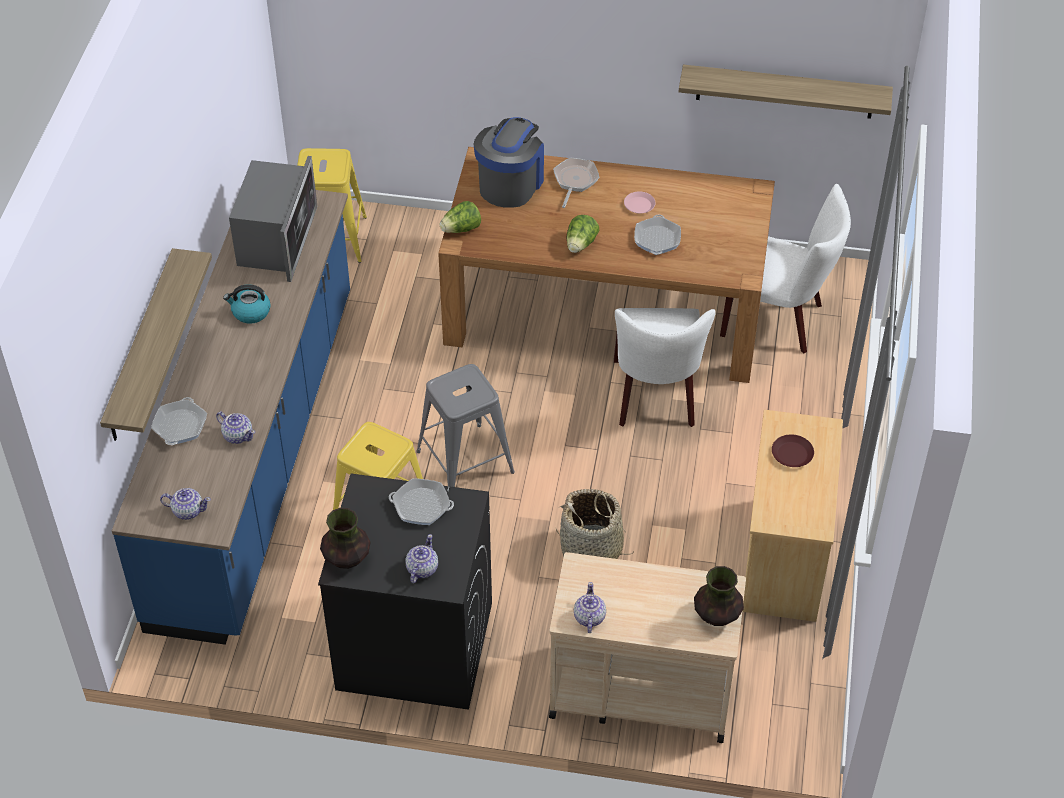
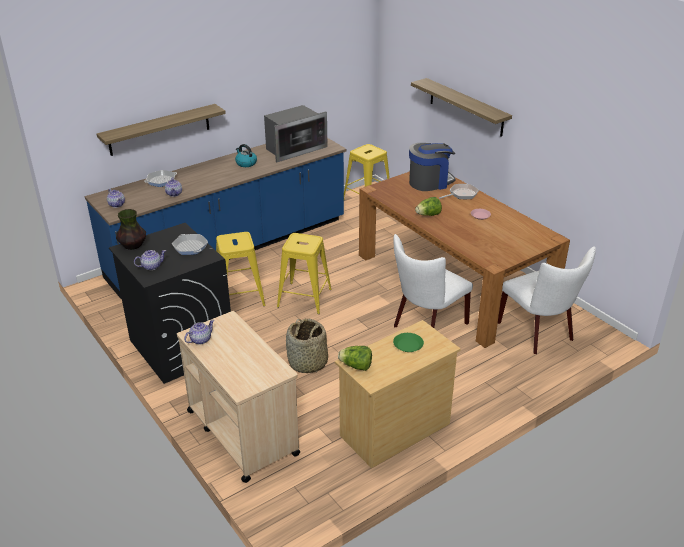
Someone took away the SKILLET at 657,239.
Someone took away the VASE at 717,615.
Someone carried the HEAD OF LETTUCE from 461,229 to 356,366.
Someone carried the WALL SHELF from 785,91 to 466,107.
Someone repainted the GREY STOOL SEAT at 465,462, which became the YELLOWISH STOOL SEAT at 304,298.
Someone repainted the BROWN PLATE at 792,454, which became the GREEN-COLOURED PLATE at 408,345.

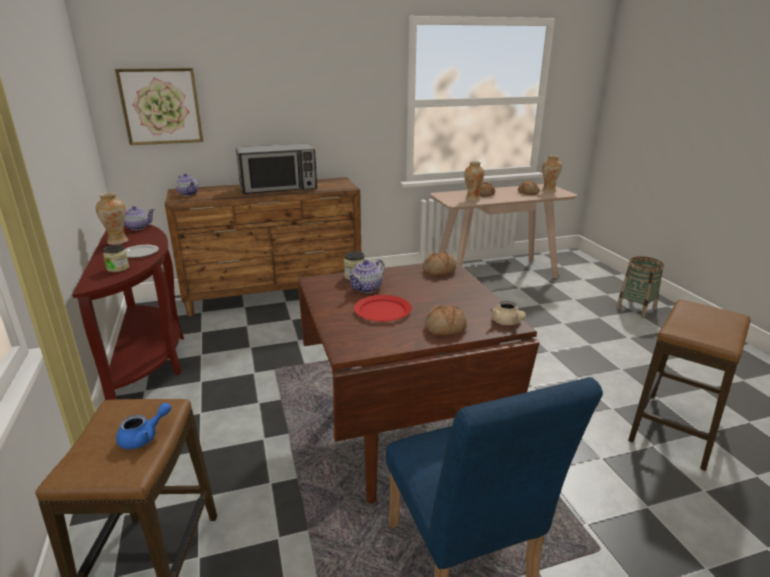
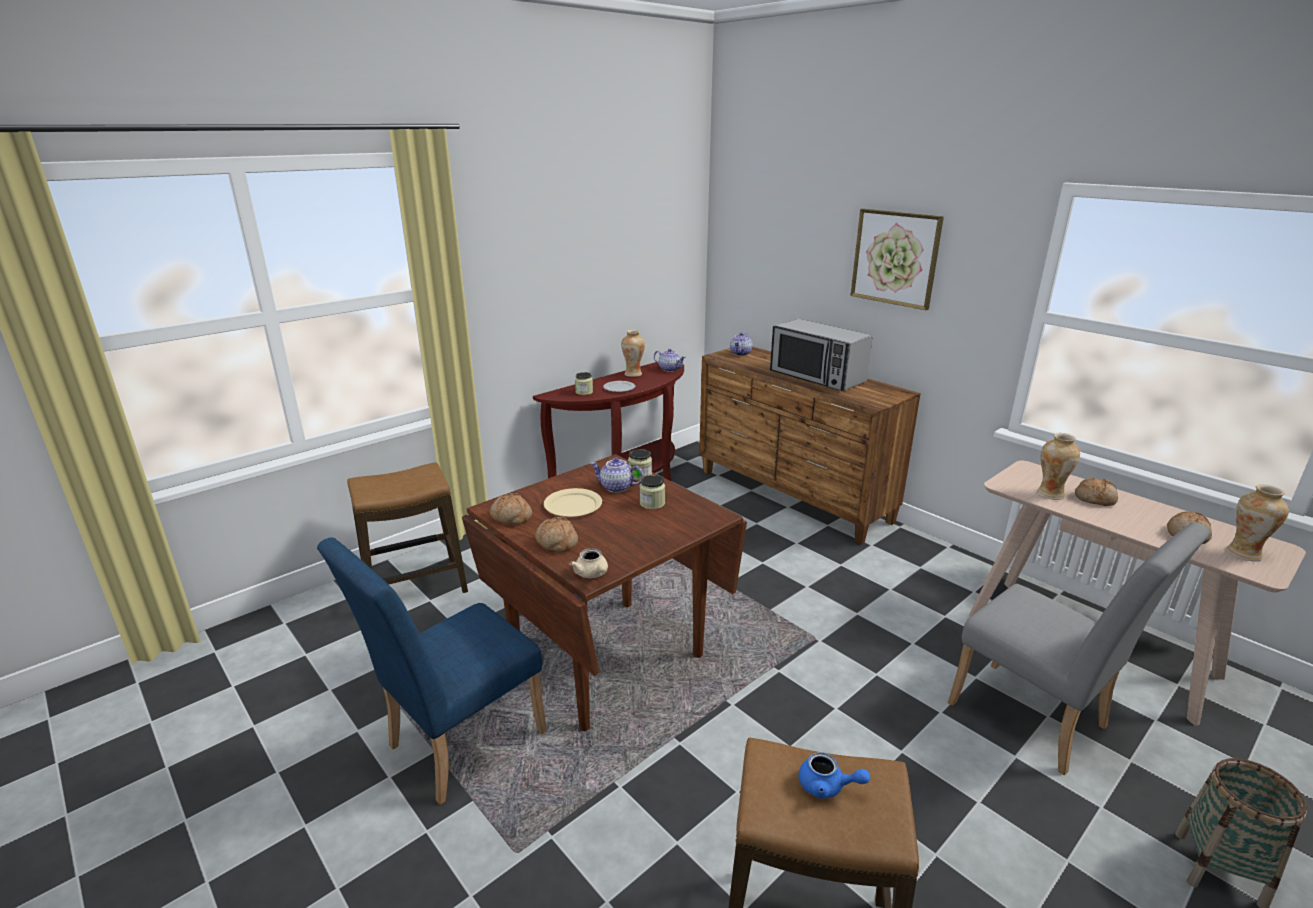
Someone put down the STORAGE JAR at 652,503.
Someone put down the GREY UPRIGHT CHAIR at 1037,722.
Someone carried the WALL ART from 161,106 to 895,258.
Someone carried the BLUE POT FOR TEA from 144,437 to 827,786.
Someone carried the BREAD from 439,271 to 511,517.
Someone repainted the RED-COLOURED PLATE at 382,311, which became the BEIGE PLATE at 573,505.
Someone rotated the BEIGE POT FOR TEA at 507,323 by 75 degrees counterclockwise.

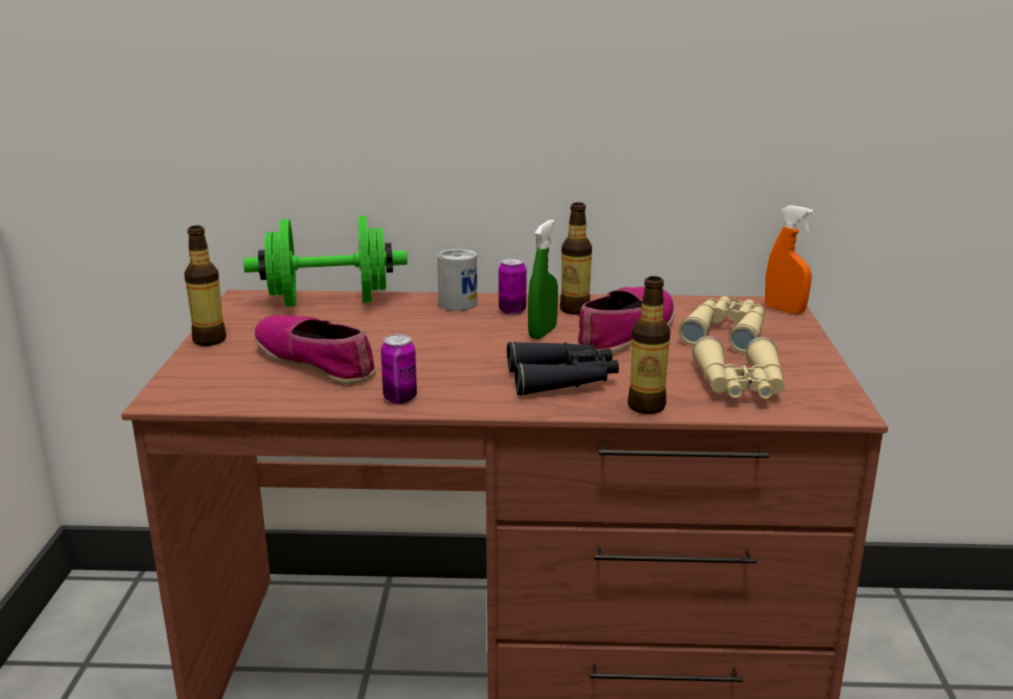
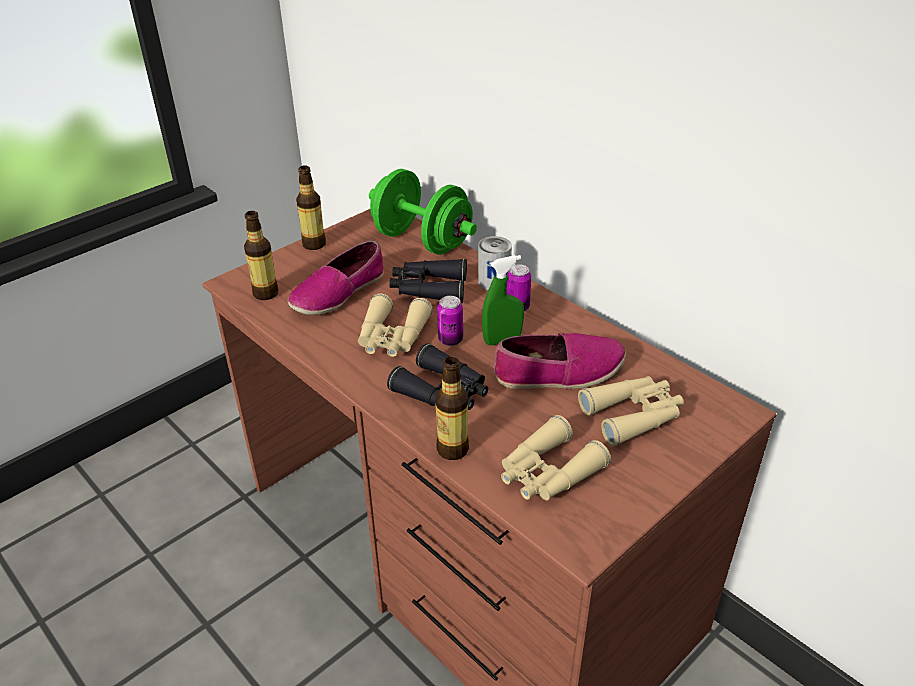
Someone took away the ORANGE HAND SPRAYER at 784,310.
Someone put down the BEIGE BINOCULARS at 392,337.
Someone put down the BLACKISH BINOCULARS at 428,289.
Someone carried the CAN from 400,398 to 450,340.
Someone carried the BOTTLE from 575,309 to 265,293.
Someone rotated the SHOE at 316,361 by 135 degrees counterclockwise.

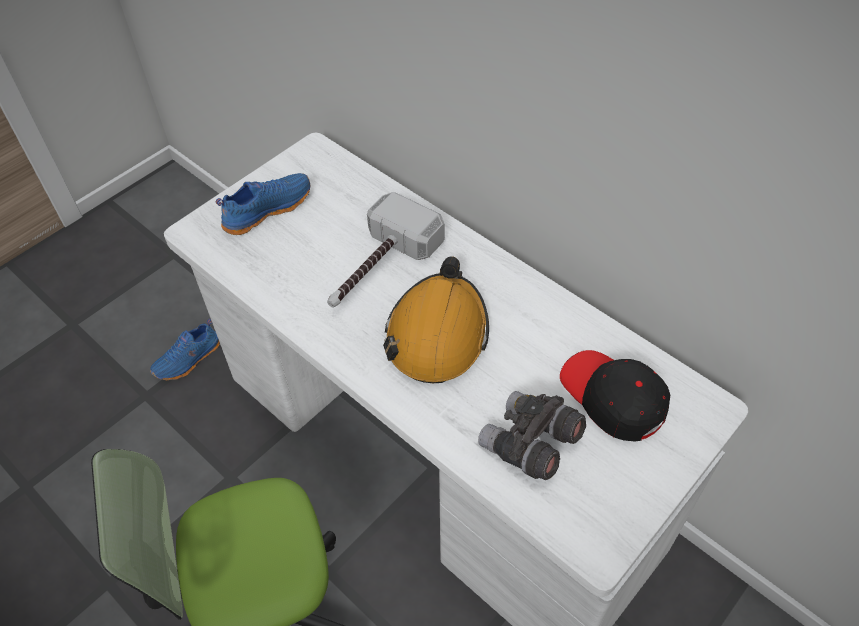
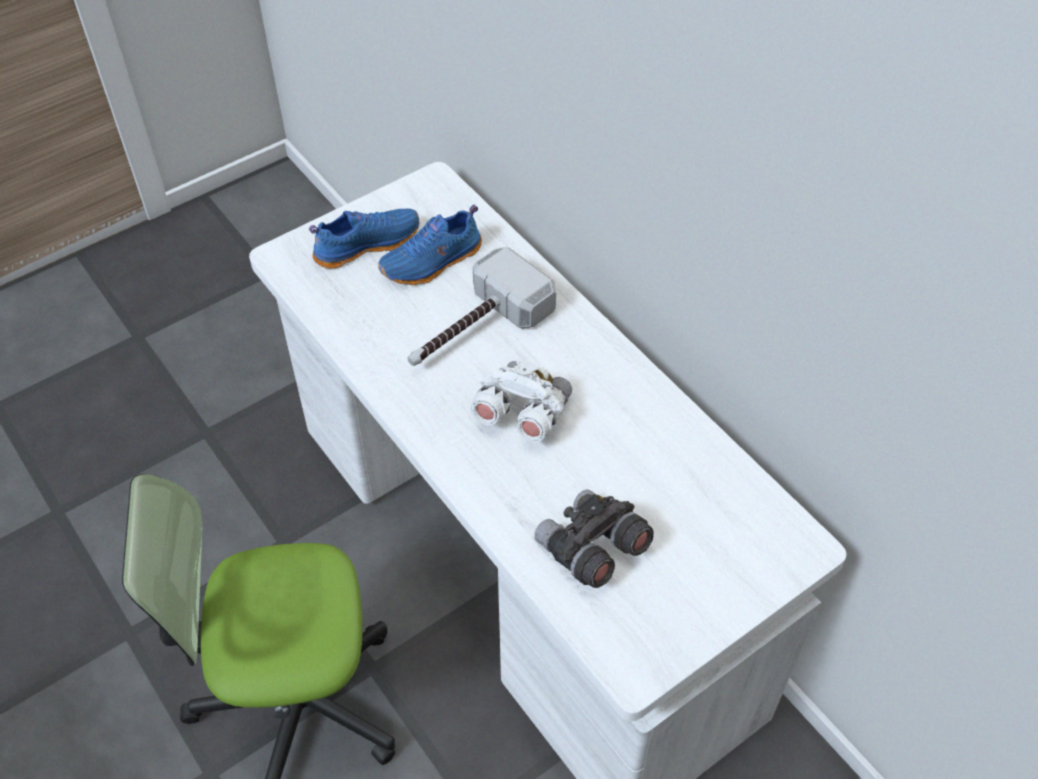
Someone took away the BLACKISH BASEBALL CAP at 612,397.
Someone carried the BLUE SHOE from 189,360 to 432,263.
Someone swapped the ORANGE HARD HAT at 437,334 for the WHITE BINOCULARS at 521,414.

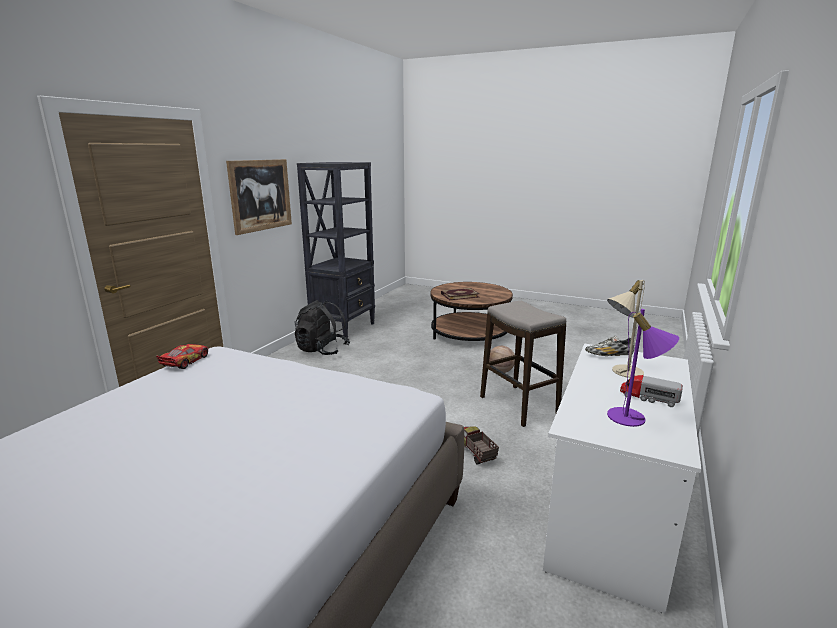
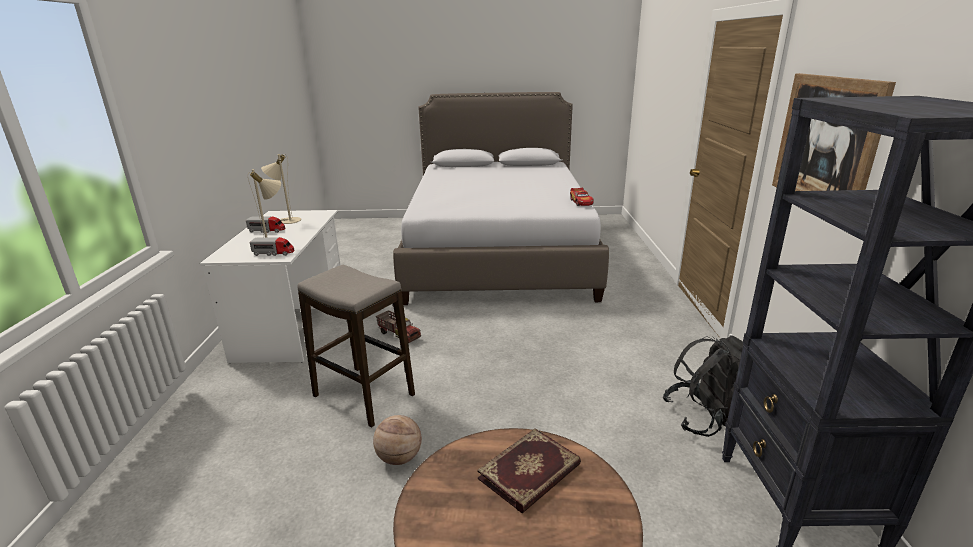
Someone swapped the SHOE at 608,355 for the MODEL TRUCK at 274,253.
Someone repainted the PURPLISH TABLE LAMP at 633,419, which became the BEIGE TABLE LAMP at 286,220.

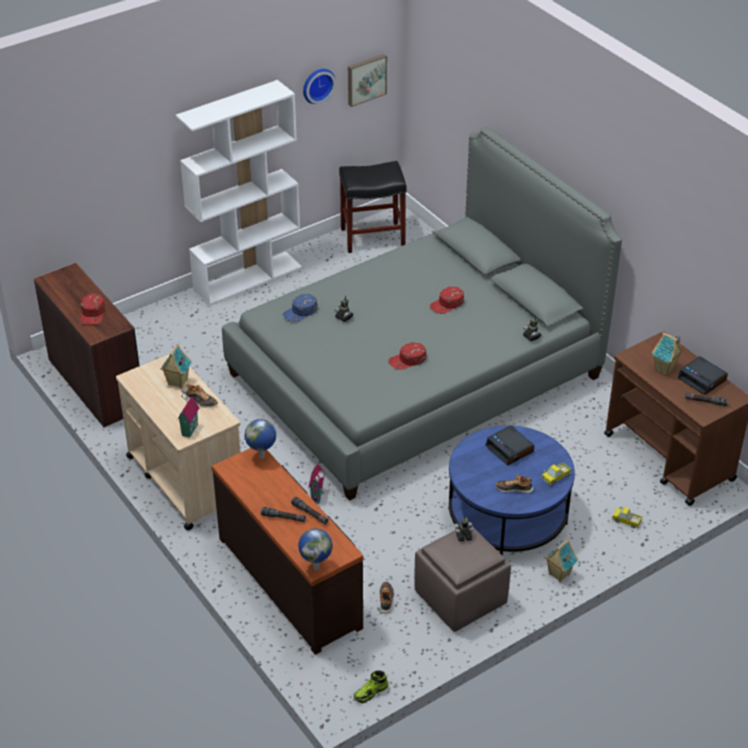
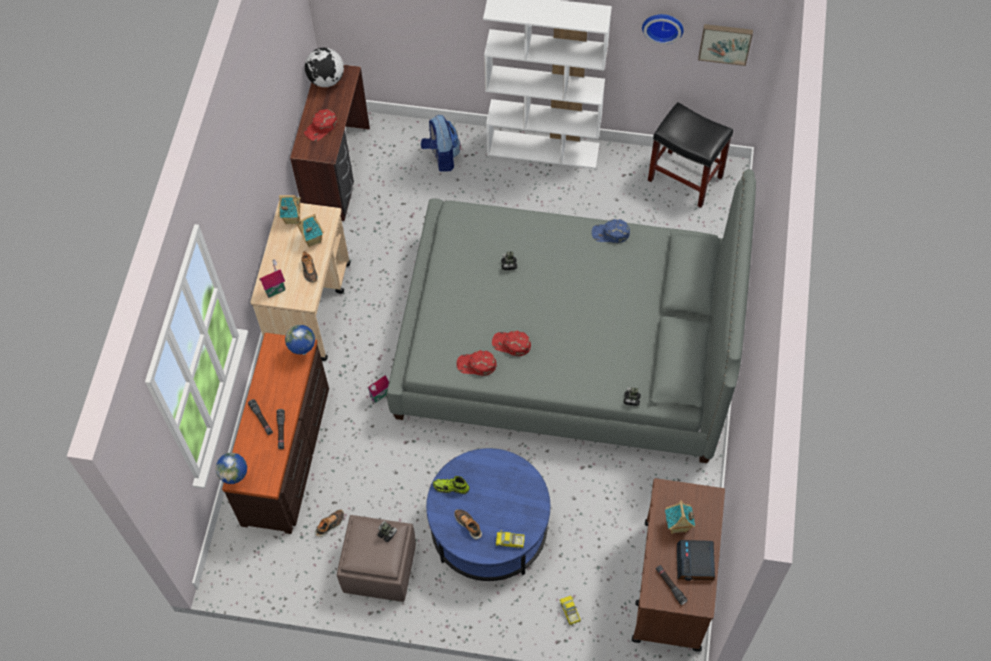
Someone took away the TABLE CLOCK at 510,449.
Someone put down the GLOBE at 326,80.
Someone put down the BACKPACK at 441,156.
Someone carried the BLUE BASEBALL CAP from 300,312 to 610,234.
Someone carried the SHOE from 371,692 to 451,487.
Someone carried the RED-COLOURED BASEBALL CAP from 447,304 to 476,365.
Someone carried the TOY HOUSE from 558,574 to 292,218.

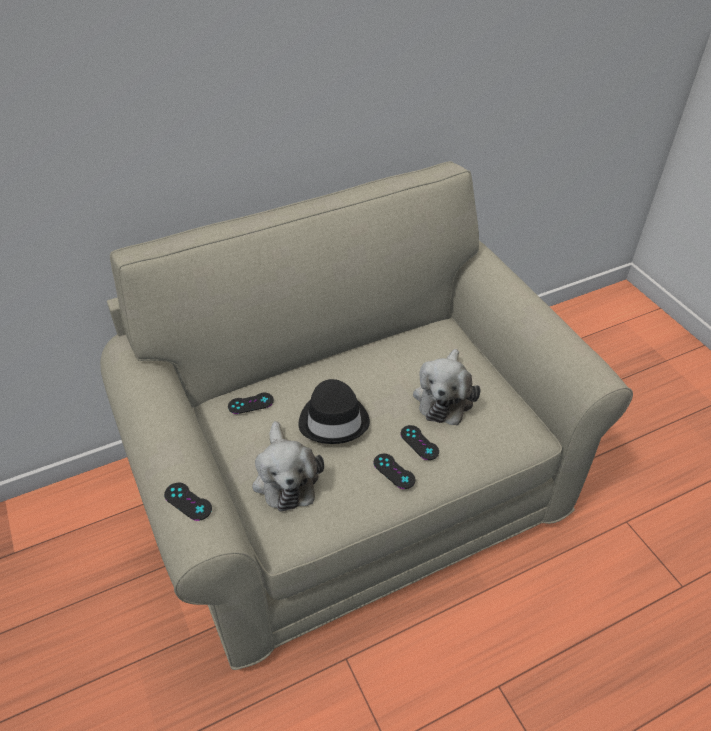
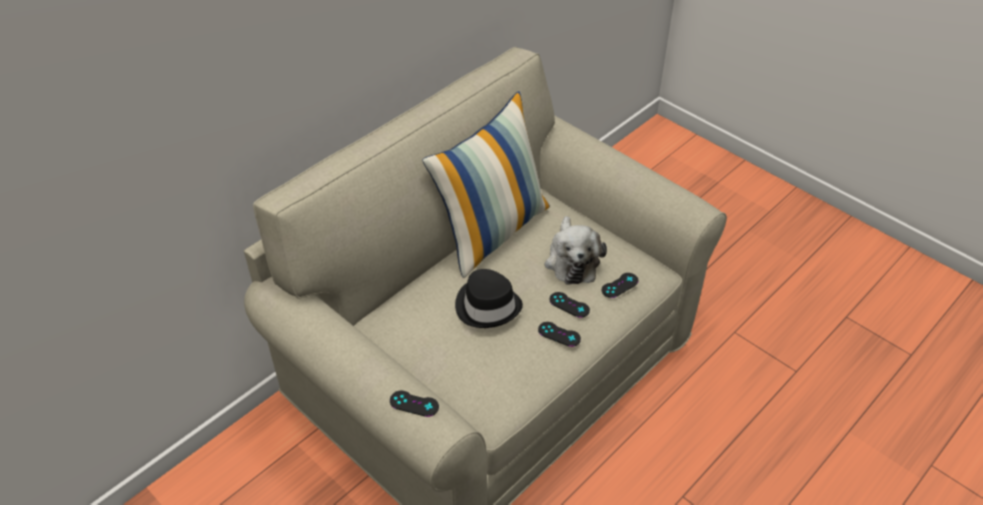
Someone took away the PLUSH TOY at 285,477.
Someone put down the CUSHION at 491,231.
Someone carried the BLACKISH GAMEPAD from 250,403 to 619,285.

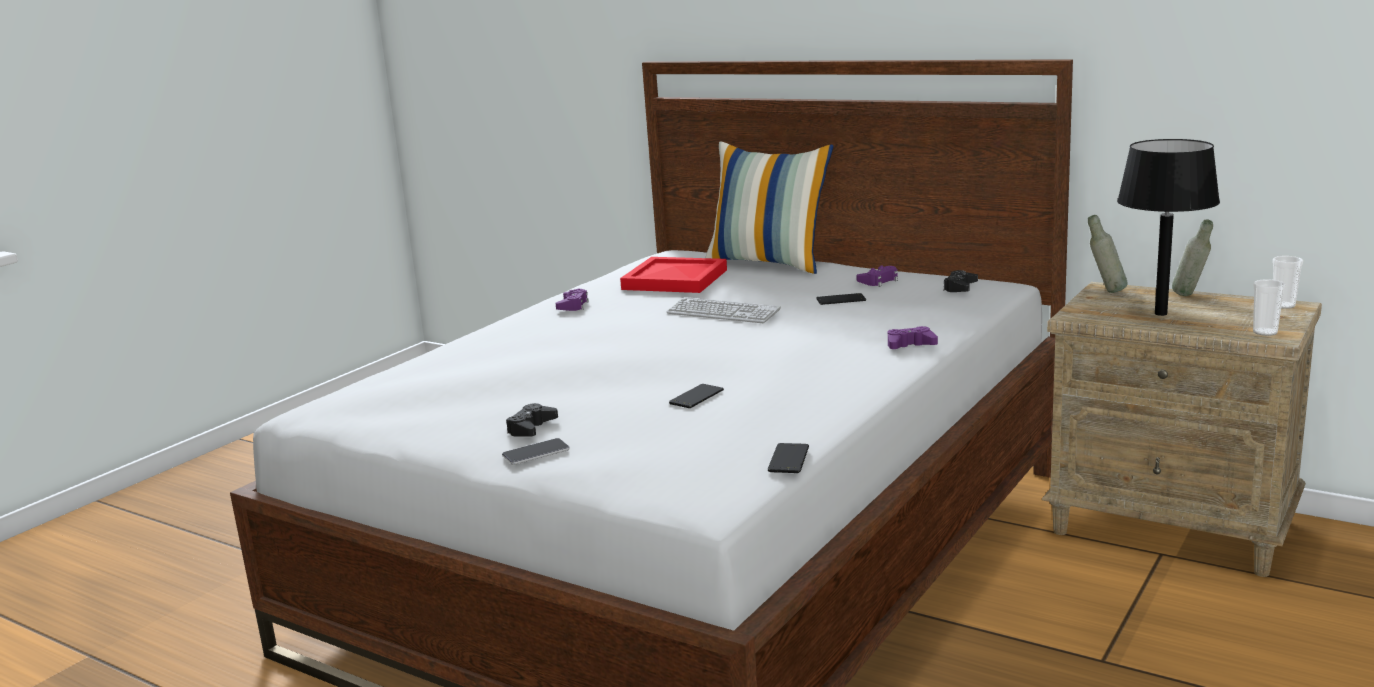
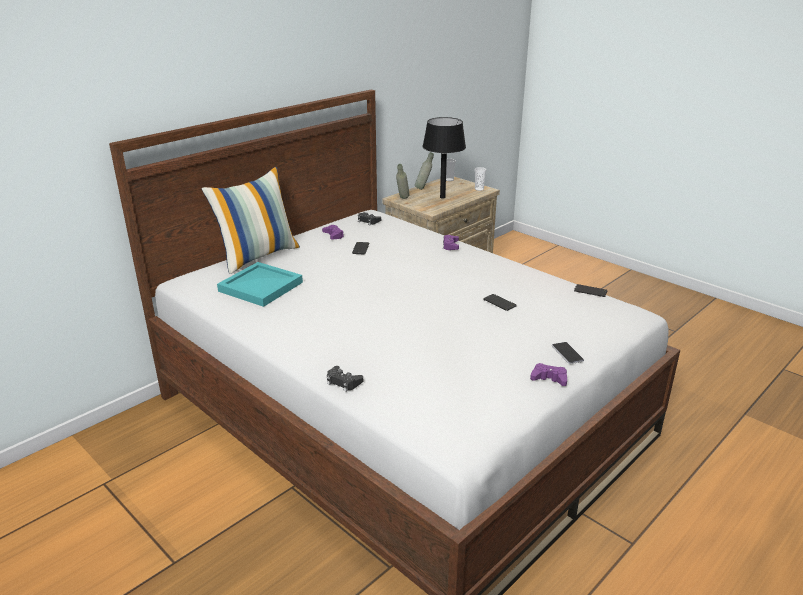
Someone took away the KEYBOARD at 723,313.
Someone carried the BLACKISH GAMEPAD from 531,428 to 343,382.
Someone carried the PURPLISH GAMEPAD from 573,305 to 549,378.
Someone repainted the RED-COLOURED SERVING TRAY at 676,279, which became the BLUE-GREEN SERVING TRAY at 260,286.

